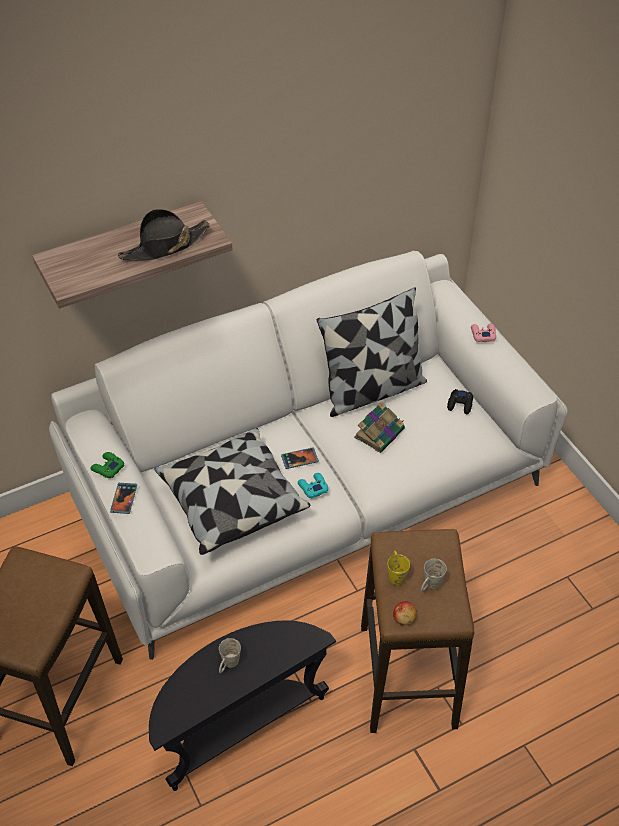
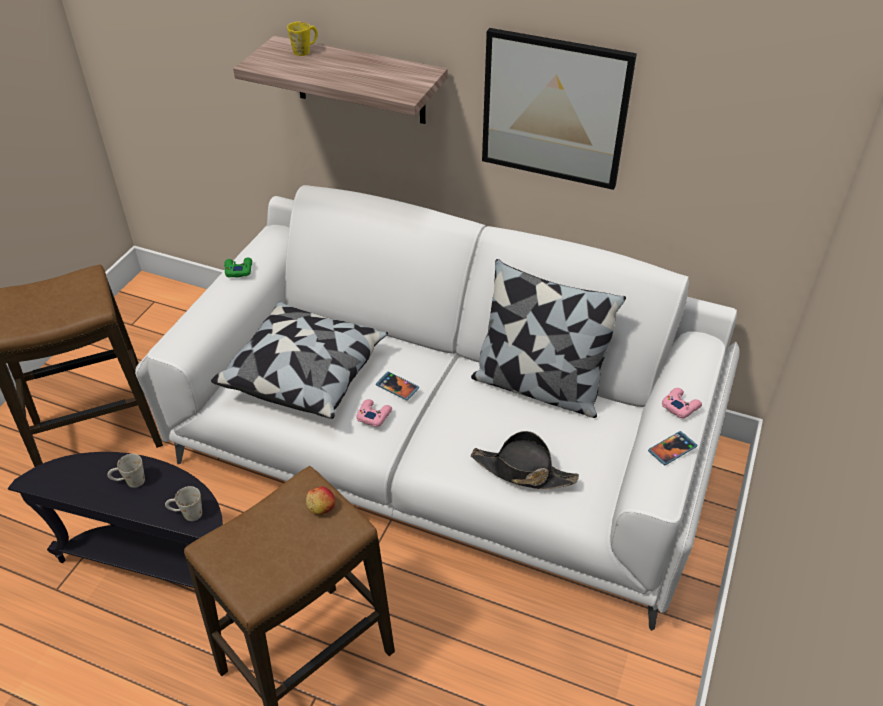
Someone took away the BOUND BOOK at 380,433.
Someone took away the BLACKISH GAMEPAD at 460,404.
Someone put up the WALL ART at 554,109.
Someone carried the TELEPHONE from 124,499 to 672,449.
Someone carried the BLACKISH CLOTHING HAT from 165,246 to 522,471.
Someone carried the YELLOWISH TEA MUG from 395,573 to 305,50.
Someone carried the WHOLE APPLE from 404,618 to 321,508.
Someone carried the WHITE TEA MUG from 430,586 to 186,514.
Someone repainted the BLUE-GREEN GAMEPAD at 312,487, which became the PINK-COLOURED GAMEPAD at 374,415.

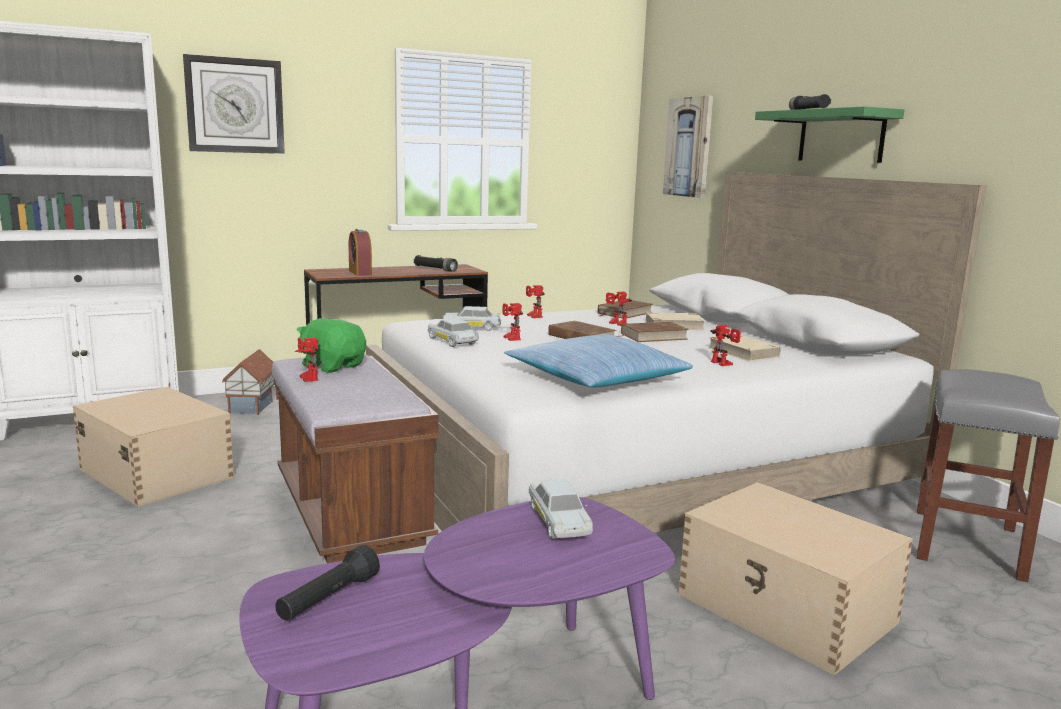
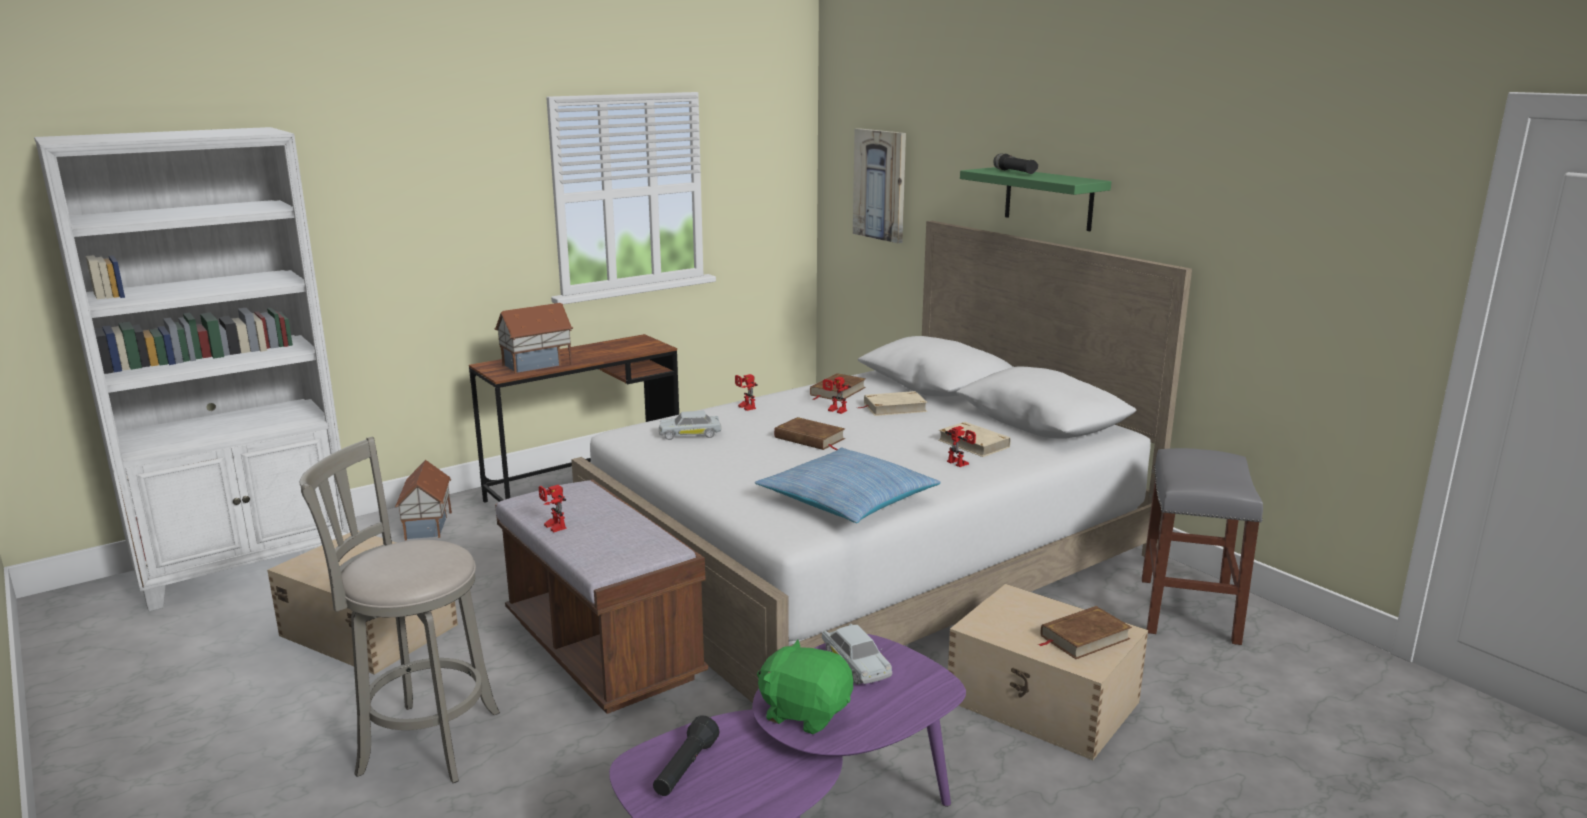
Someone took away the WALL CLOCK at 235,105.
Someone took away the BLACKISH HAND TORCH at 435,269.
Someone took away the WHITE MODEL CAR at 452,341.
Someone took away the TOY ROBOT at 509,338.
Someone put down the GREY STOOL SEAT at 422,741.
Someone carried the GREEN-COLOURED PLUSH TOY from 332,366 to 805,712.
Someone carried the BROWN BOUND BOOK from 653,336 to 1084,637.
Someone swapped the TABLE CLOCK at 360,273 for the TOY HOUSE at 537,365.

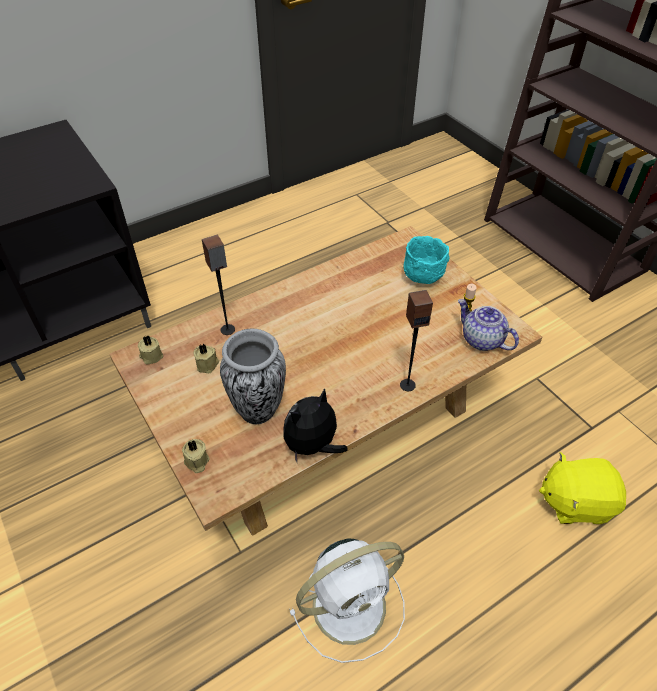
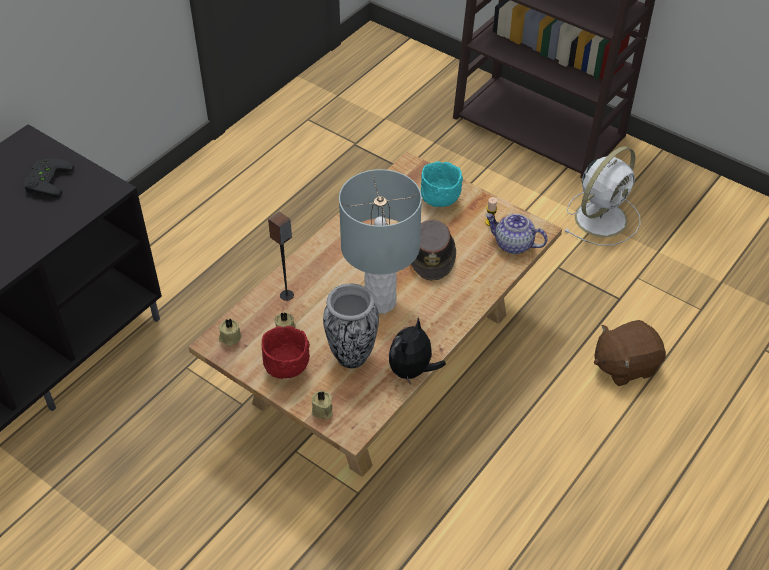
Someone took away the SPEAKER at 407,385.
Someone put down the BLACKISH GAMEPAD at 46,180.
Someone put down the RED-COLOURED SERVING BOWL at 286,369.
Someone put down the GREY TABLE LAMP at 380,302.
Someone put down the BROWN CLOTHING HAT at 432,255.
Someone carried the WHITE COOLING FAN from 352,604 to 602,217.
Someone repainted the YELLOWISH PLUSH TOY at 575,502, which became the BROWN PLUSH TOY at 625,365.

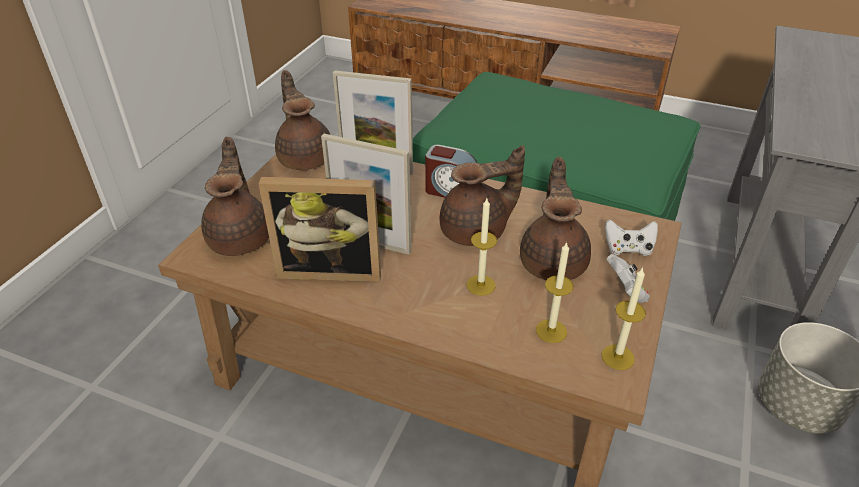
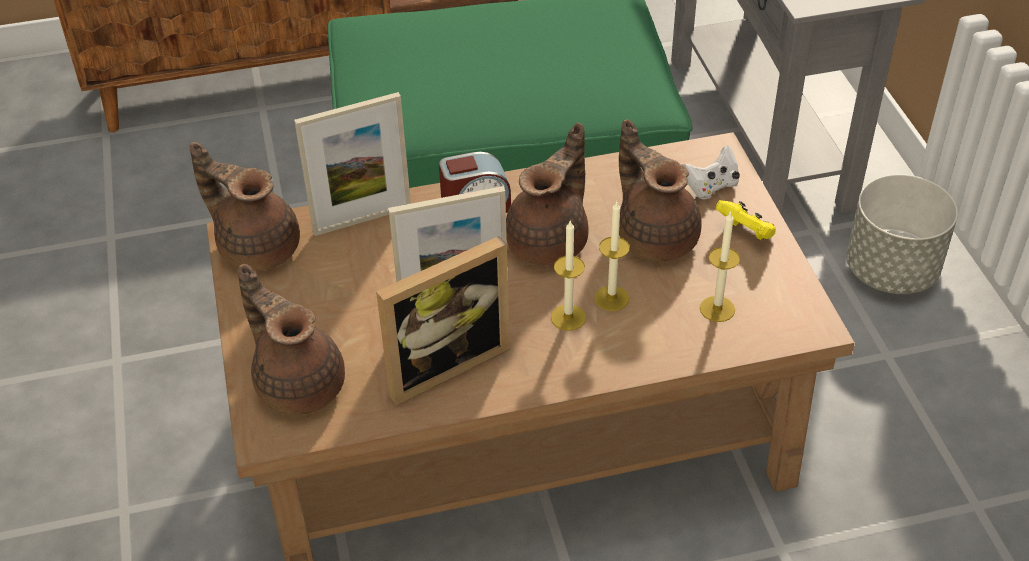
Someone carried the CANDLE from 618,357 to 568,317.
Someone repainted the WHITE GAMEPAD at 626,291, which became the YELLOWISH GAMEPAD at 746,233.

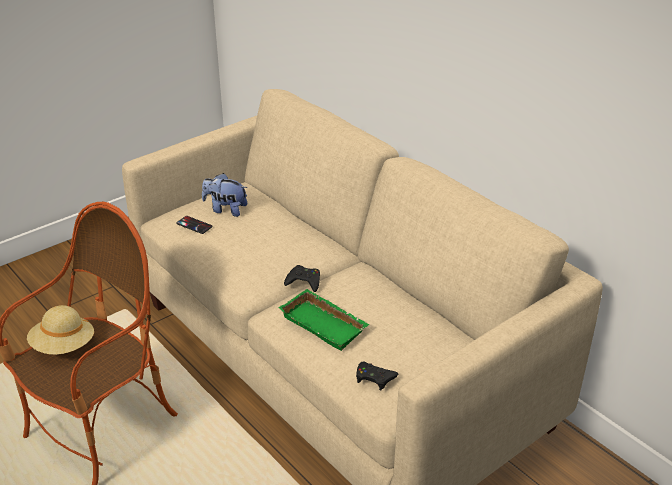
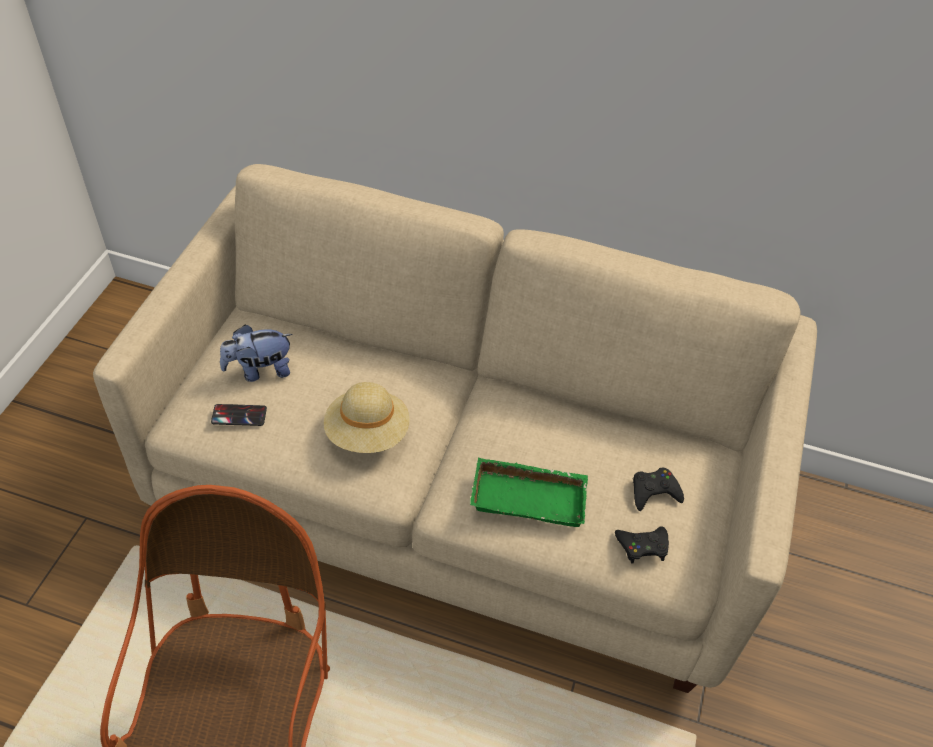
Someone carried the BEIGE CLOTHING HAT from 63,346 to 367,433.
Someone carried the BLACKISH GAMEPAD from 304,281 to 654,492.

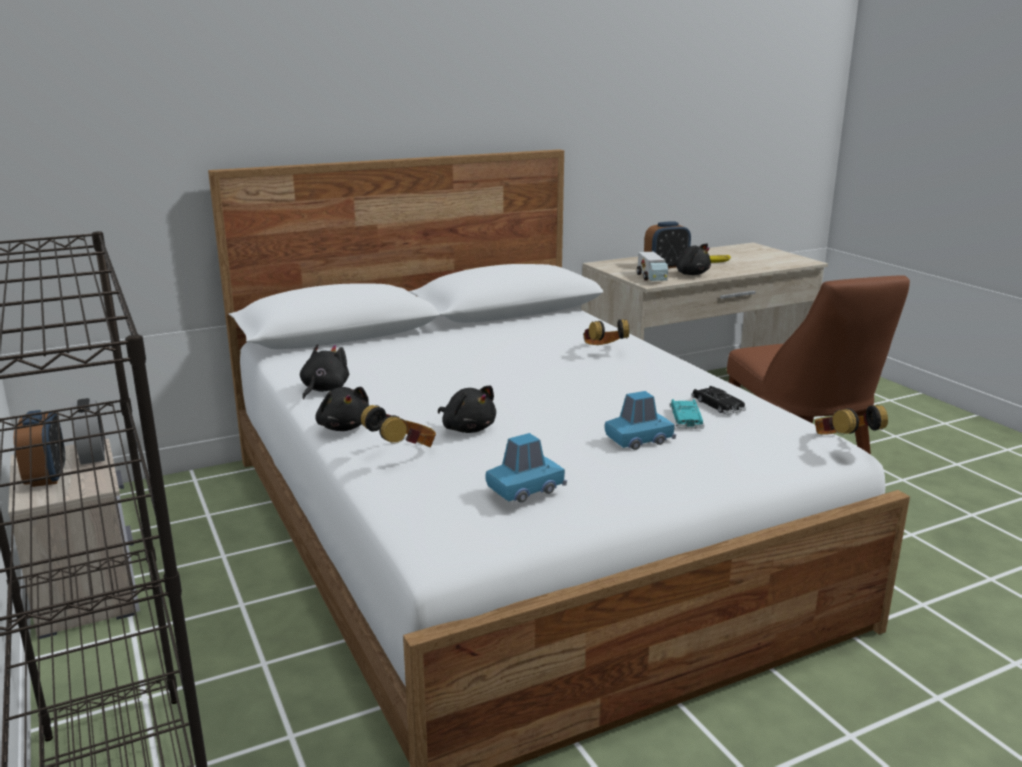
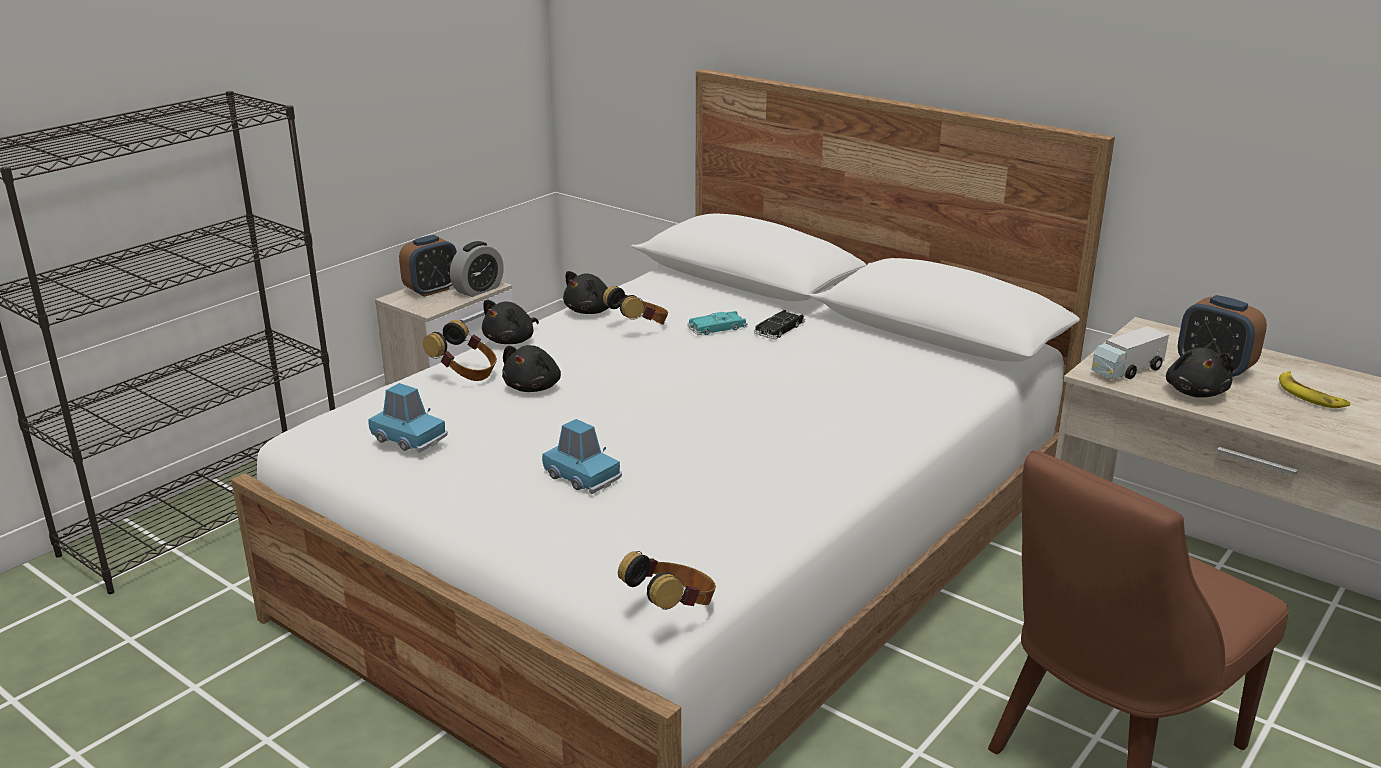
Someone carried the HEADPHONES from 604,350 to 639,327.
Someone carried the BLUE-GREEN MODEL CAR from 686,419 to 717,328.
Someone carried the BLACKISH MODEL CAR from 717,405 to 779,329.
Someone rotated the BLACKISH PLUSH TOY at 323,389 by 135 degrees clockwise.

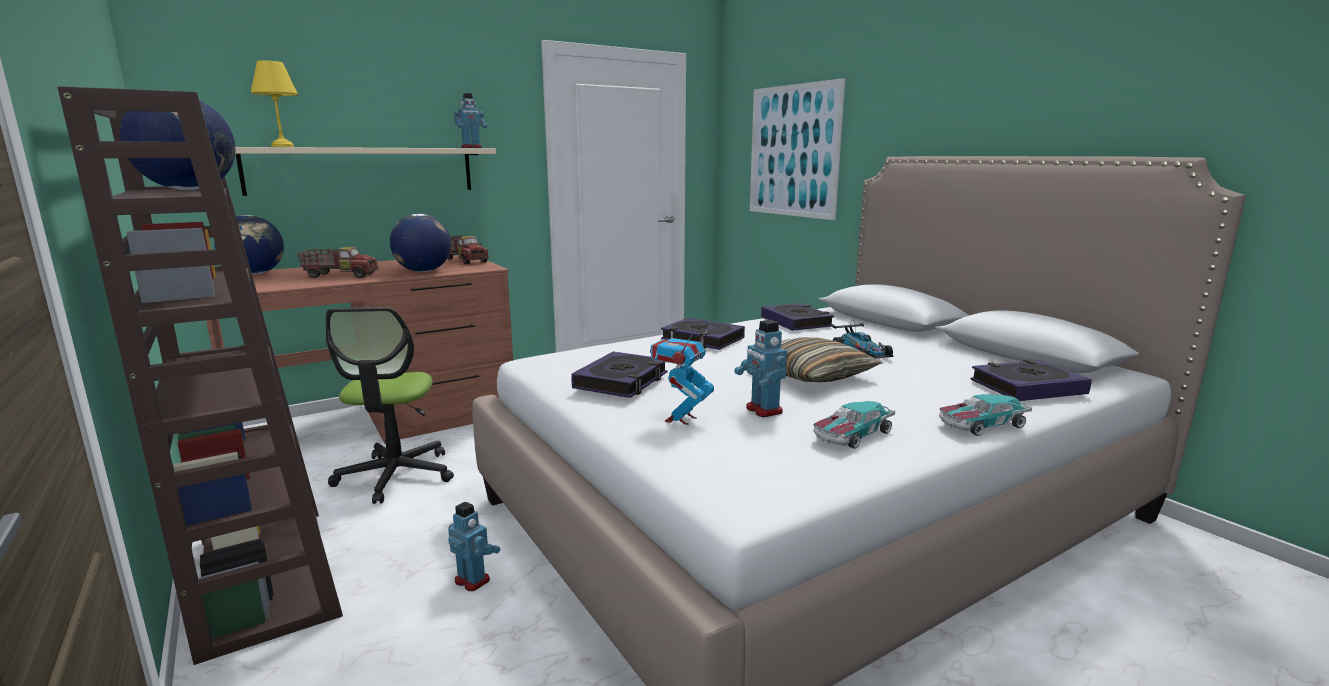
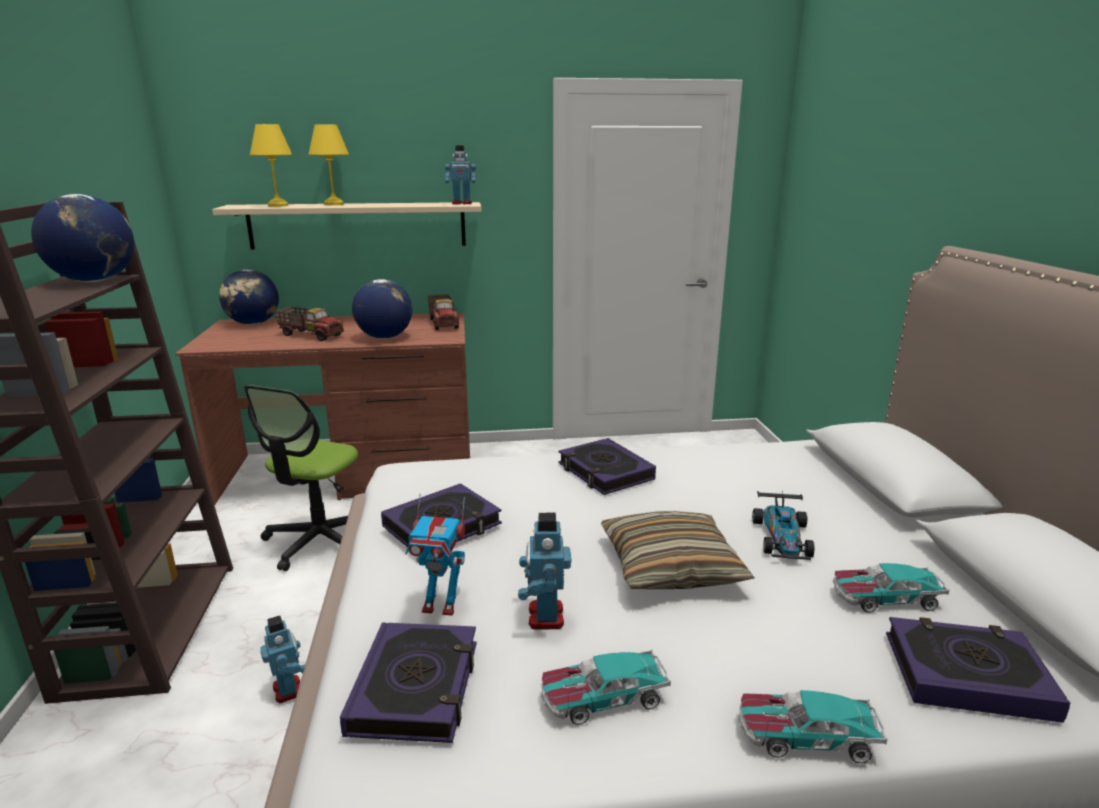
Someone took away the WALL ART at 793,151.
Someone put down the YELLOWISH TABLE LAMP at 333,204.
Someone put down the MODEL CAR at 884,597.
Someone carried the BOUND BOOK from 796,322 to 416,688.
Someone rotated the TOY ROBOT at 681,419 by 135 degrees counterclockwise.

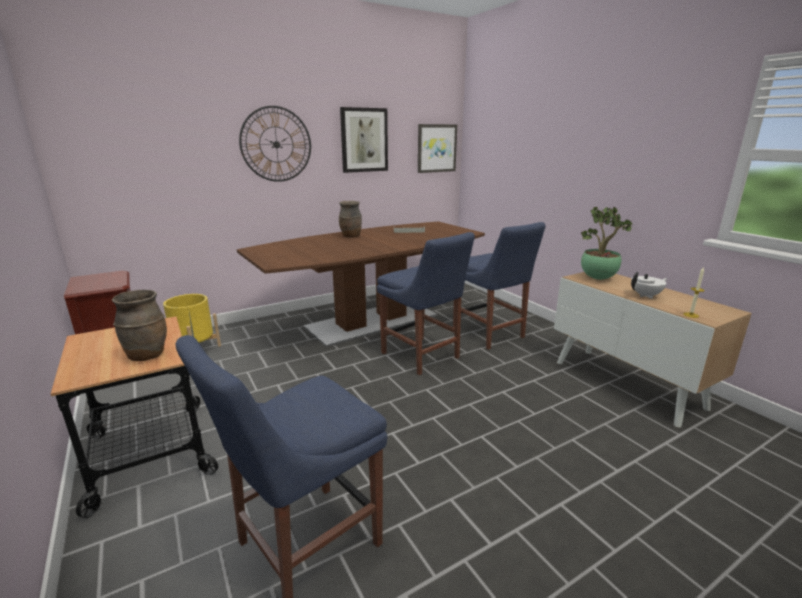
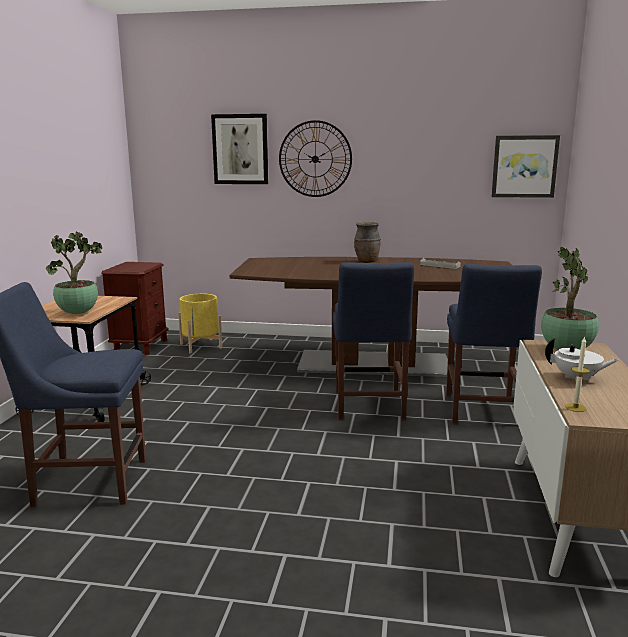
Someone carried the WALL ART from 364,140 to 240,149.
Someone swapped the BROWN VASE at 147,355 for the HOUSEPLANT at 79,313.

